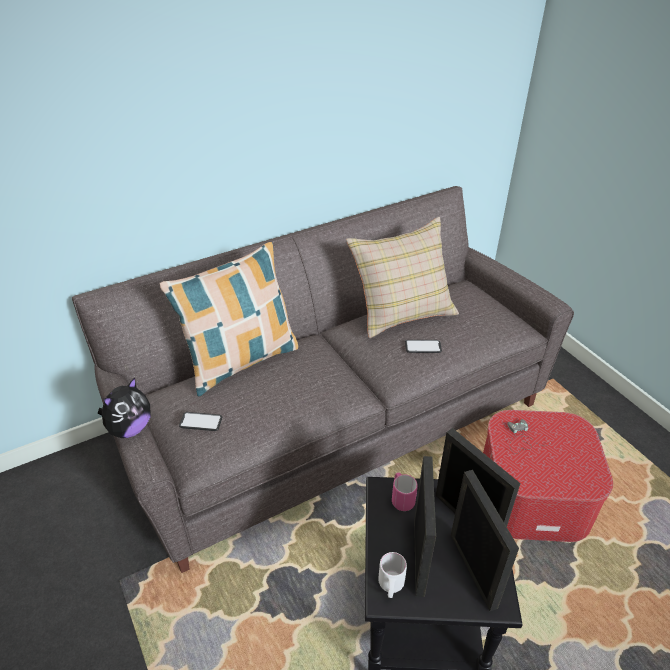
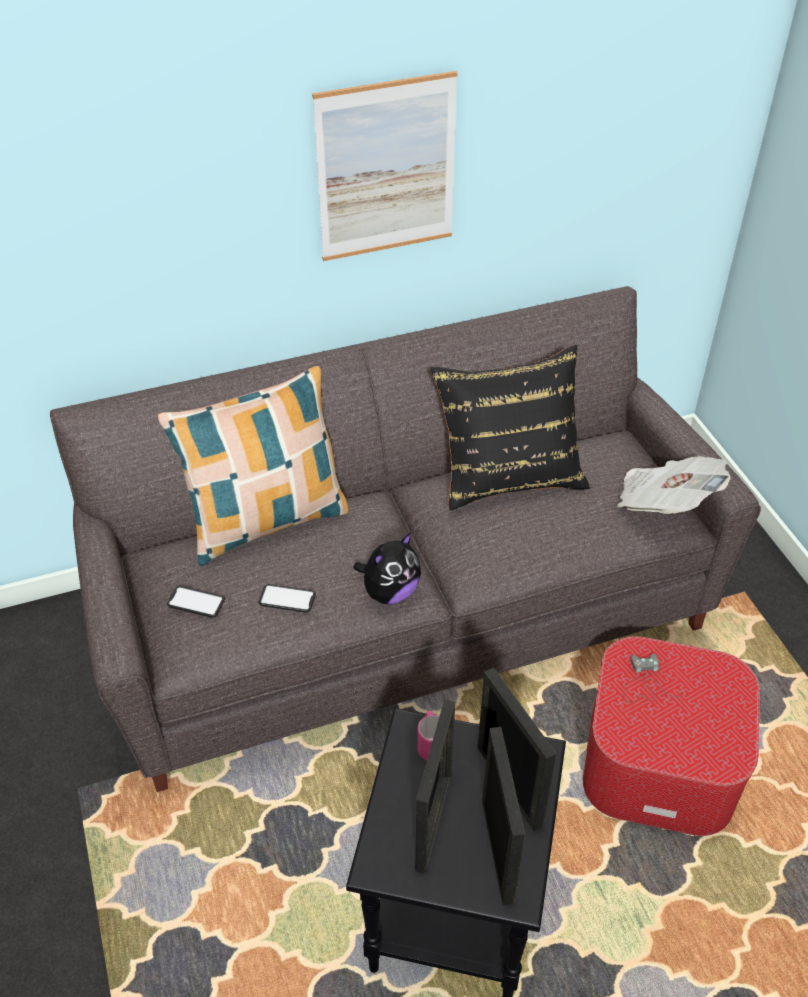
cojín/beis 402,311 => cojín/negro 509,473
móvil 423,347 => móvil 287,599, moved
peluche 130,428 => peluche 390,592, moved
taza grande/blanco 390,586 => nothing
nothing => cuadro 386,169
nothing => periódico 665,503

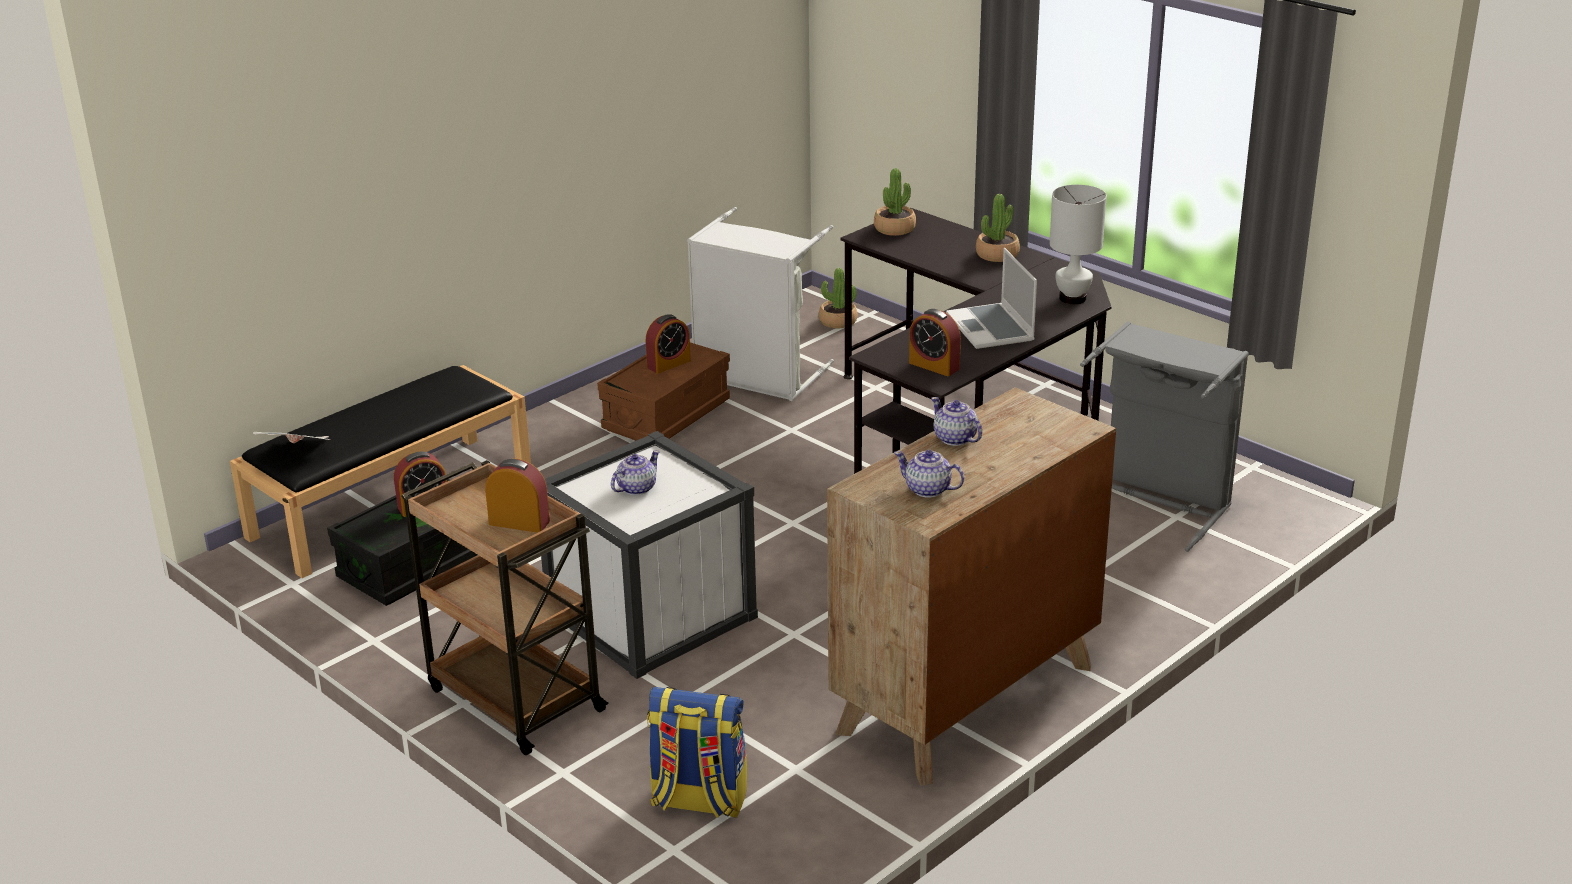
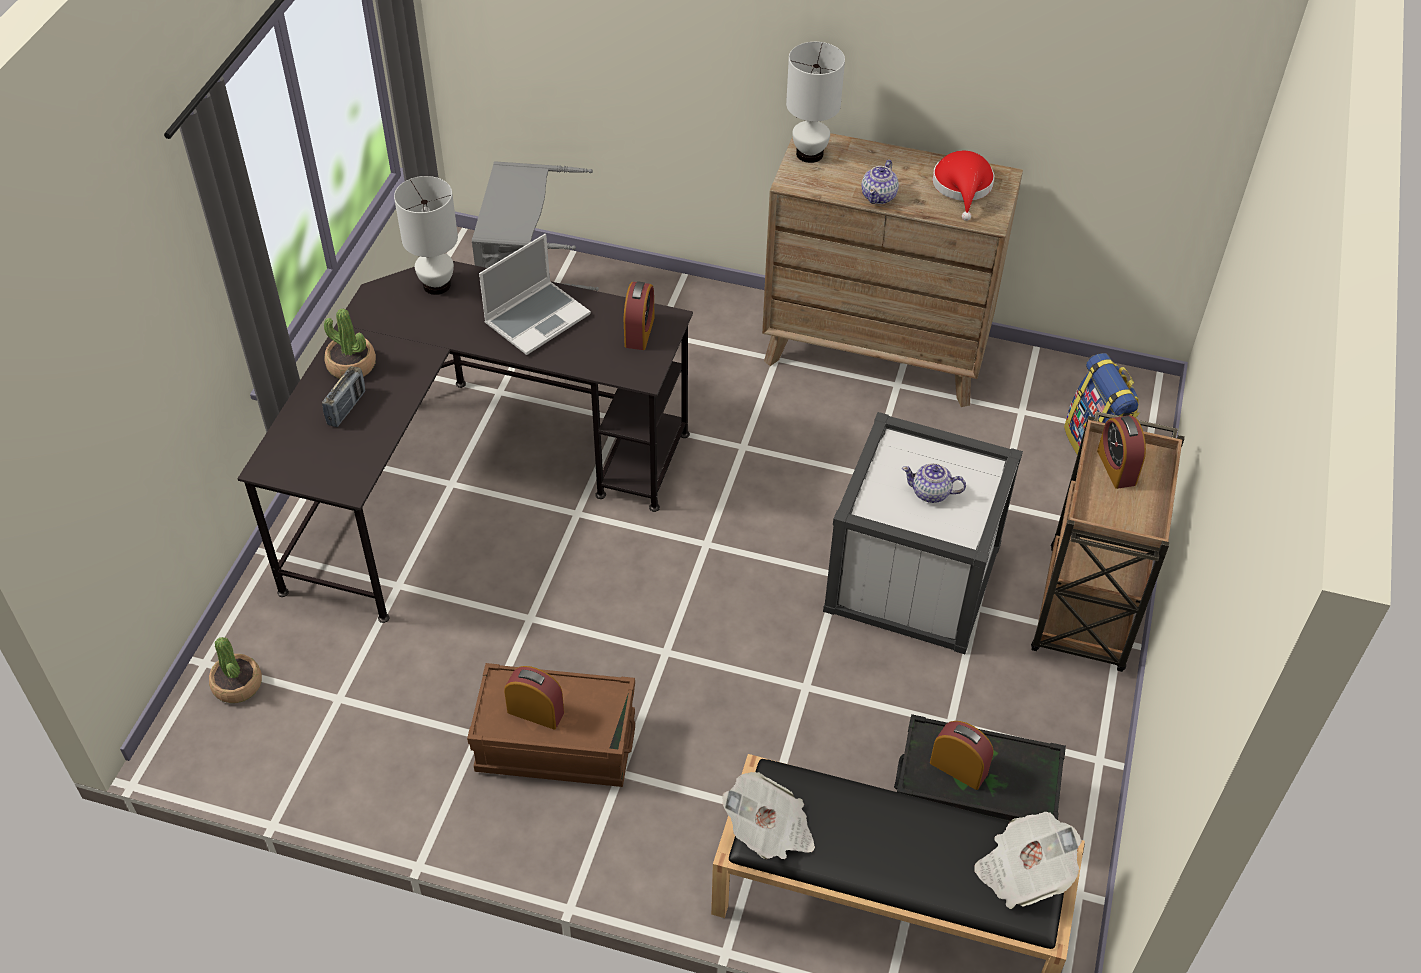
planta en maceta 894,229 => nothing
cesto de la ropa/gris 757,377 => nothing
tetera 928,490 => sombrero/rojo 963,187
nothing => lámpara de mesa/blanco 809,154
nothing => radio 346,408
nothing => periódico 769,831

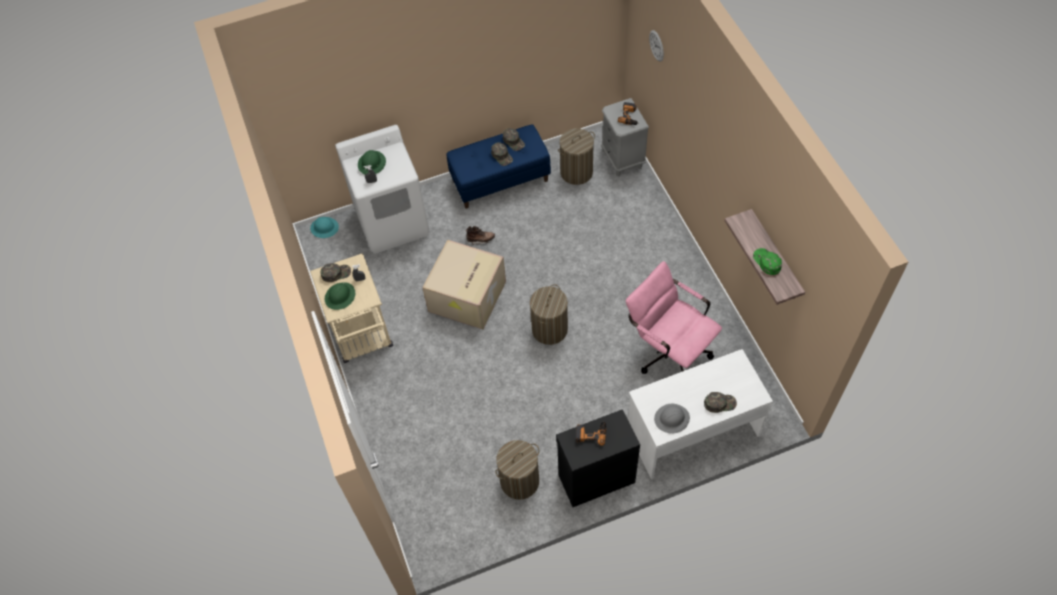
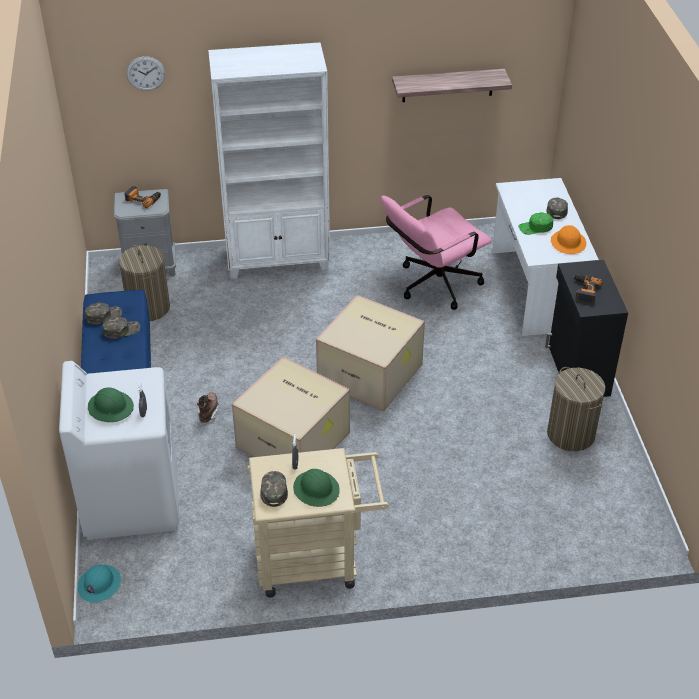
gorra/verde 766,262 => gorra/verde 535,227, moved
cesto de la ropa 549,329 => caja de cartón 371,372
casco/gris 672,419 => casco/naranja 568,243
nothing => estantería/blanco 278,260

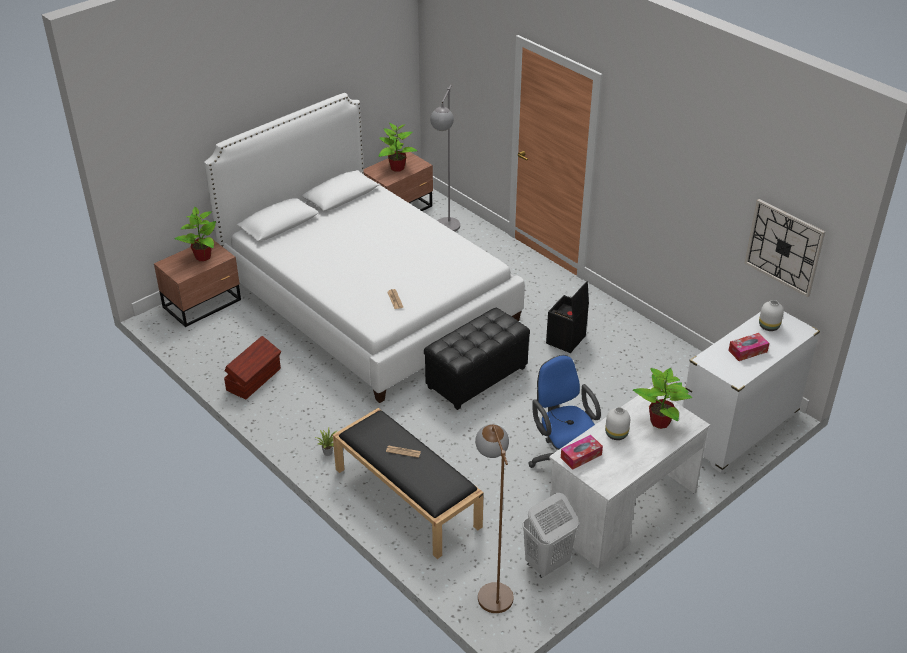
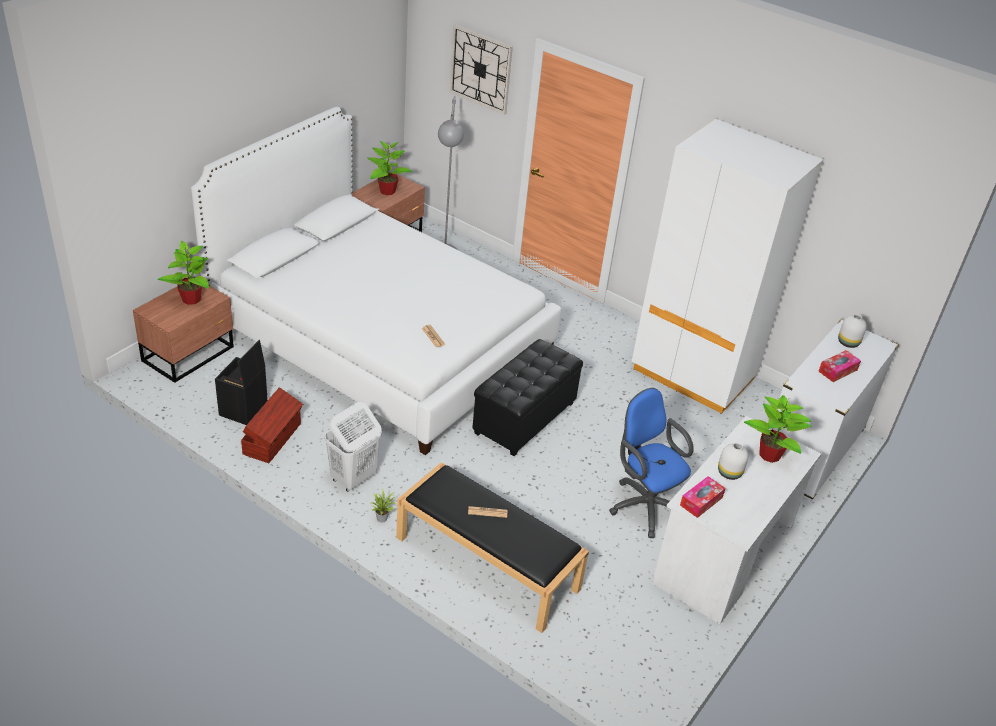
reloj de pared 784,247 => reloj de pared 481,69, moved
caja de almacenaje/negro 566,340 => caja de almacenaje/negro 243,410, moved
lámpara de pie/marrón 492,588 => nothing
cesto de la ropa/blanco 547,563 => cesto de la ropa/blanco 353,478, moved
nothing => armario ropero/blanco 693,374

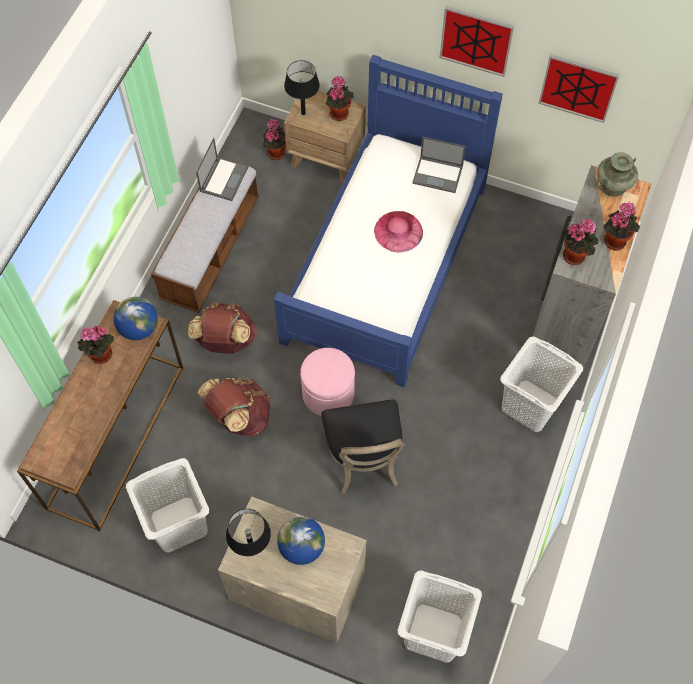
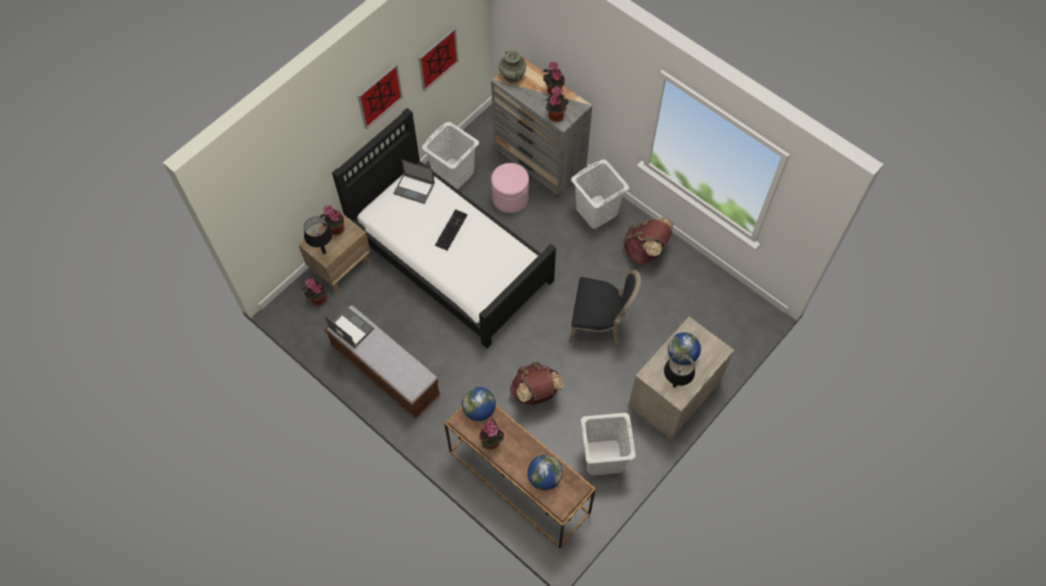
cama/azul 386,262 => cama/negro 450,257
portátil 438,174 => portátil 414,188, 75 degrees clockwise
sombrero/rosa 398,231 => teclado 450,229
mochila/marrón 225,341 => mochila/marrón 645,250, moved
puf/rosa 328,393 => puf/rosa 510,198, moved
cesto de la ropa/blanco 434,632 => cesto de la ropa/blanco 453,174, moved
nothing => globo terráqueo 544,478

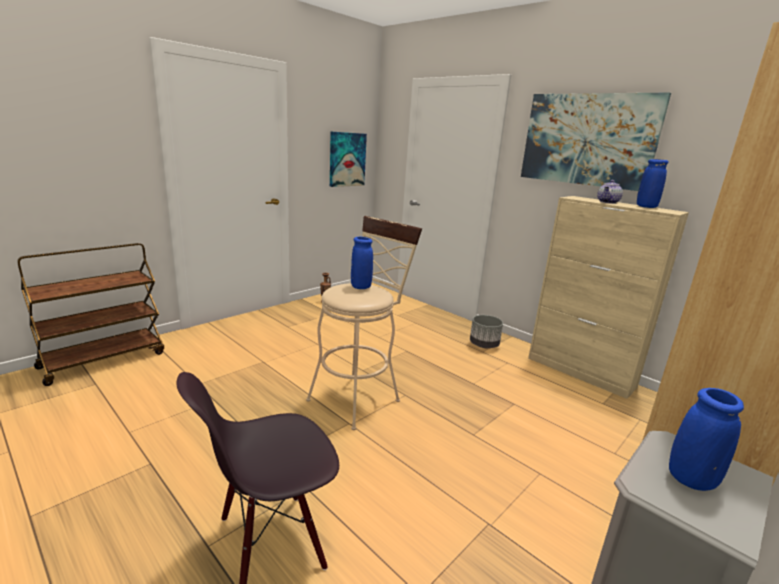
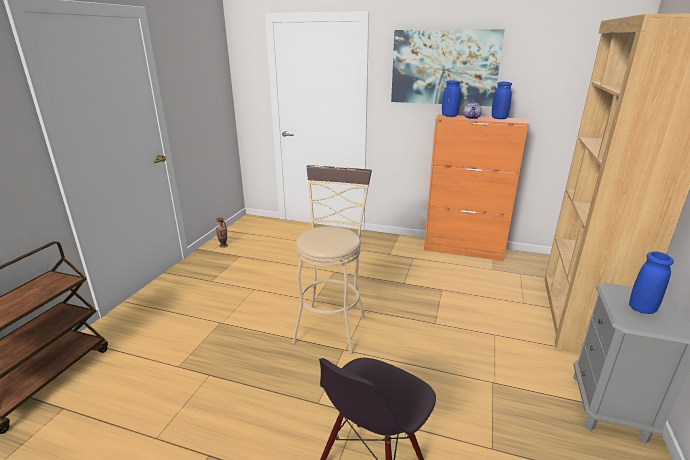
cuadro 347,159 => nothing
armario/beis 580,372 => armario/naranja 463,250
florero/azul 361,287 => florero/azul 449,116, moved
maceta/gris 484,345 => nothing

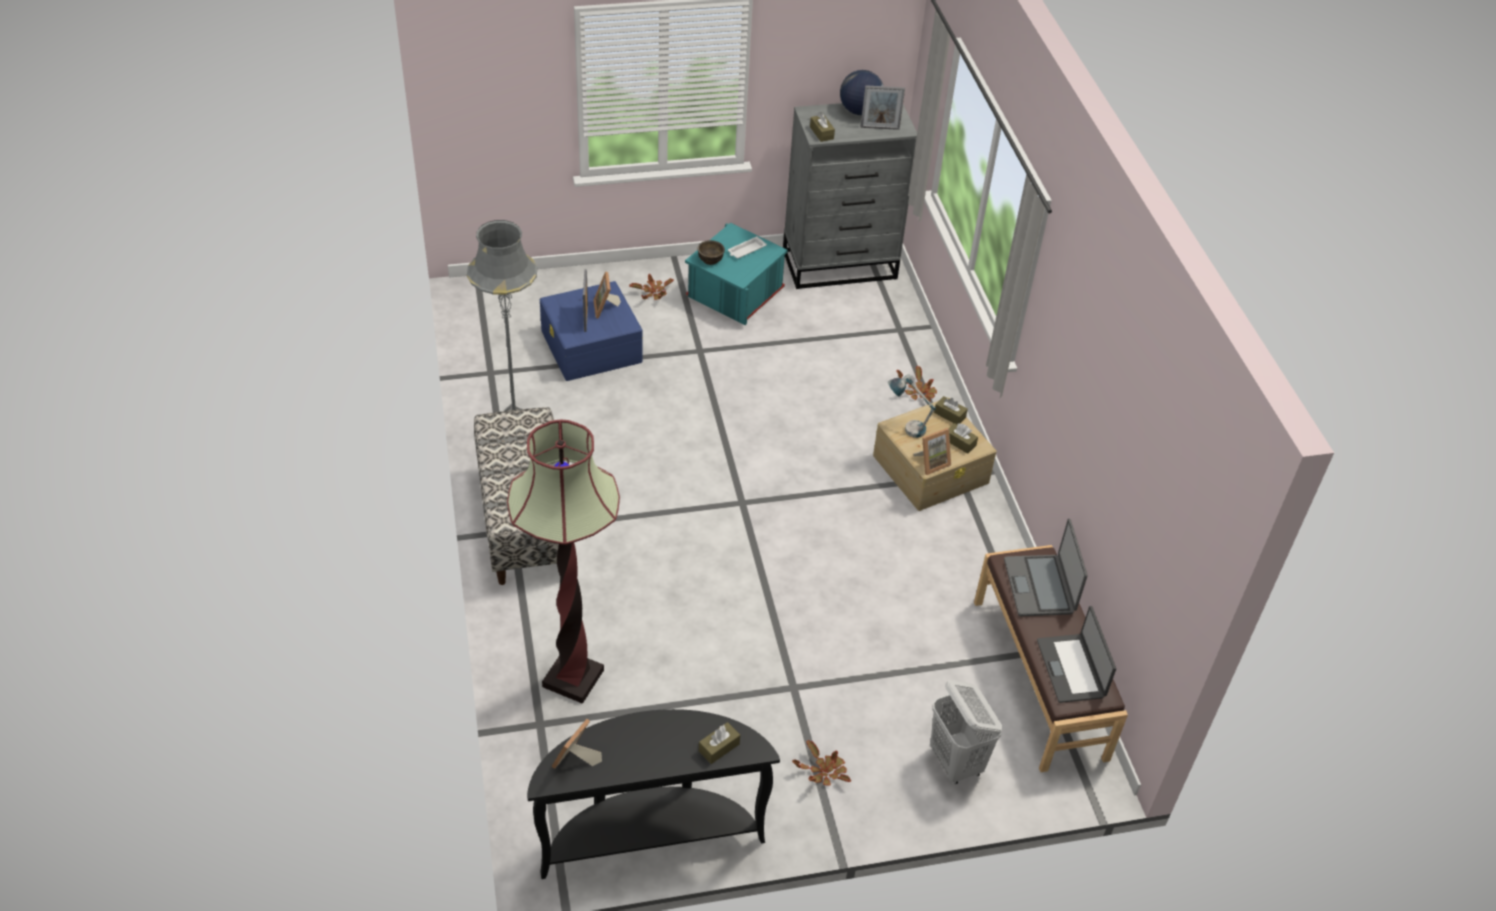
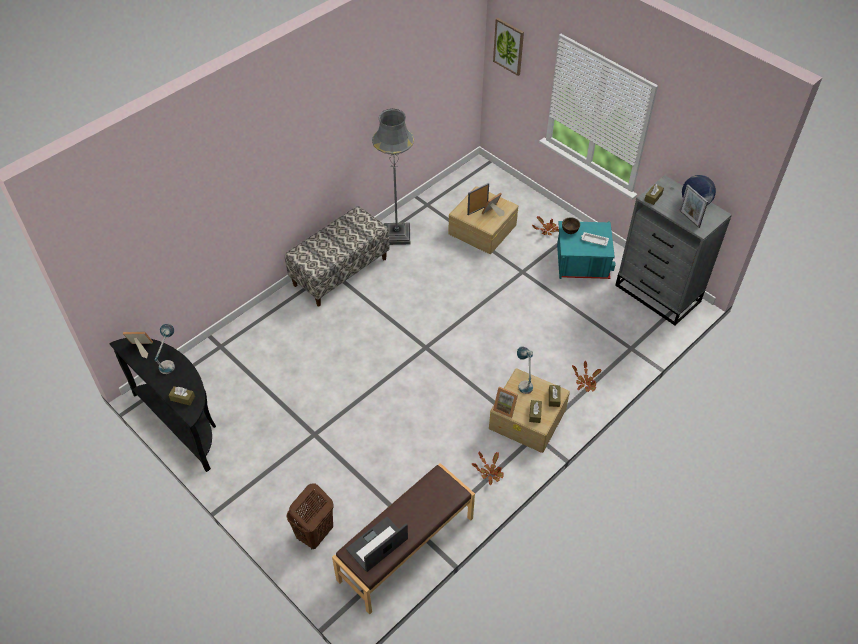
caja de almacenaje/azul 591,347 => caja de almacenaje/beis 482,229
lámpara de pie 573,678 => nothing
portátil 1040,586 => nothing
cesto de la ropa/blanco 956,763 => cesto de la ropa/marrón 314,534
planta en maceta 823,772 => planta en maceta 490,472, moved
nothing => cuadro 509,46
nothing => lámpara de mesa 170,362

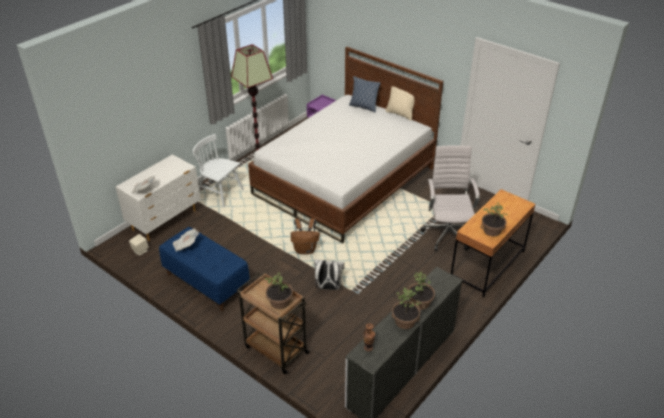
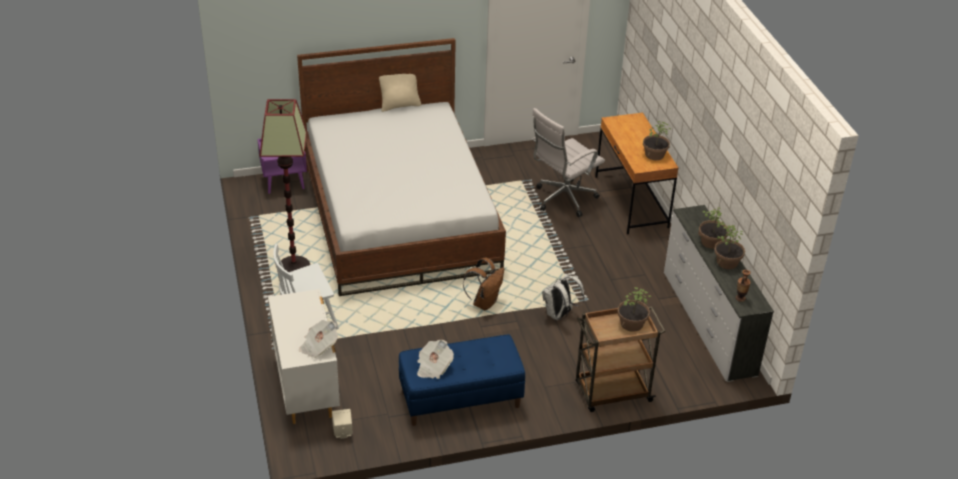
cojín 363,107 => nothing
silla de oficina/blanco 447,234 => silla de oficina/blanco 562,199, 75 degrees counterclockwise

